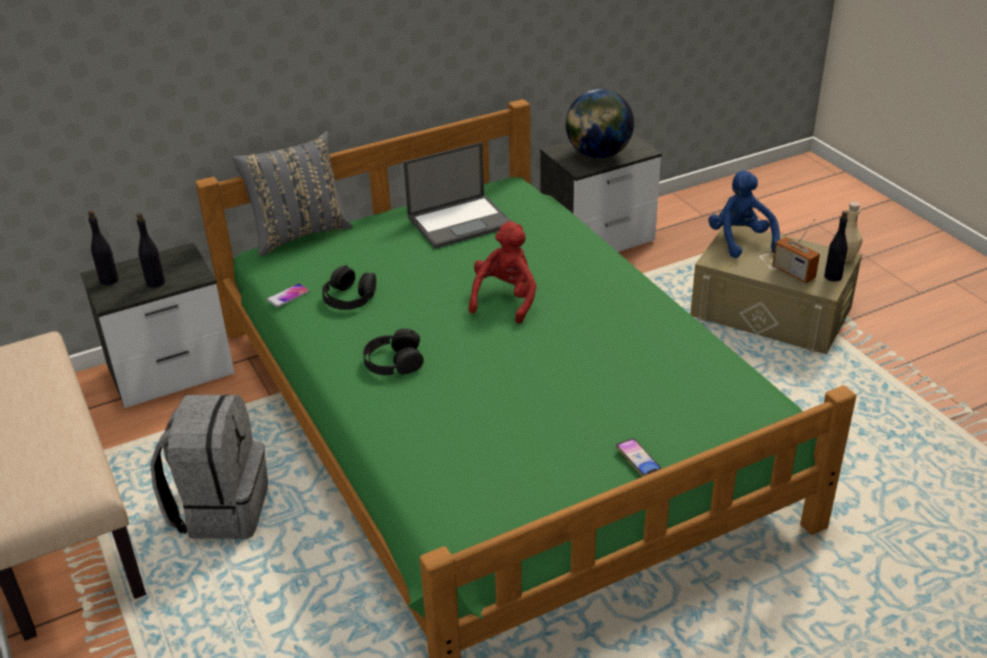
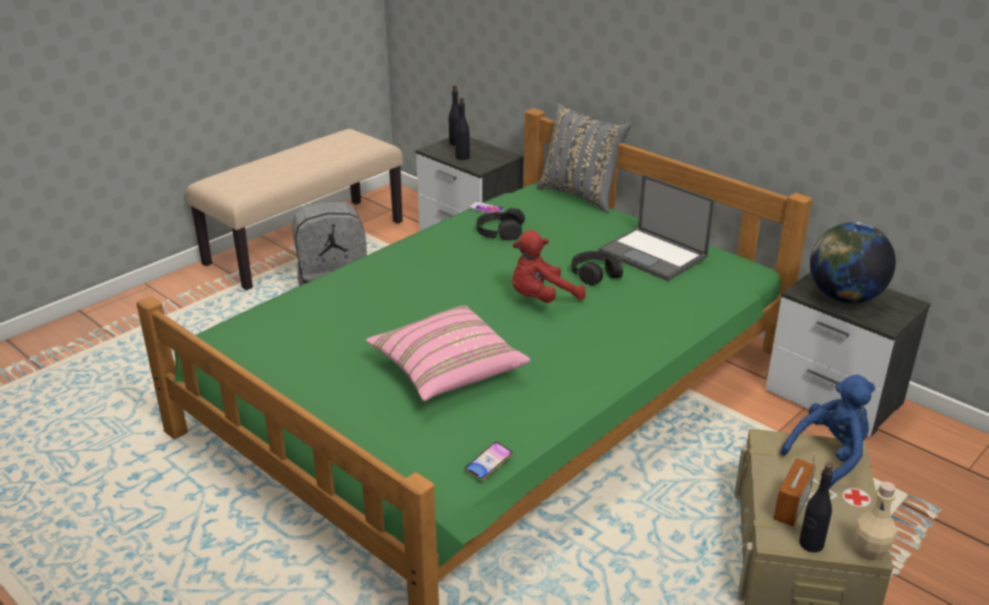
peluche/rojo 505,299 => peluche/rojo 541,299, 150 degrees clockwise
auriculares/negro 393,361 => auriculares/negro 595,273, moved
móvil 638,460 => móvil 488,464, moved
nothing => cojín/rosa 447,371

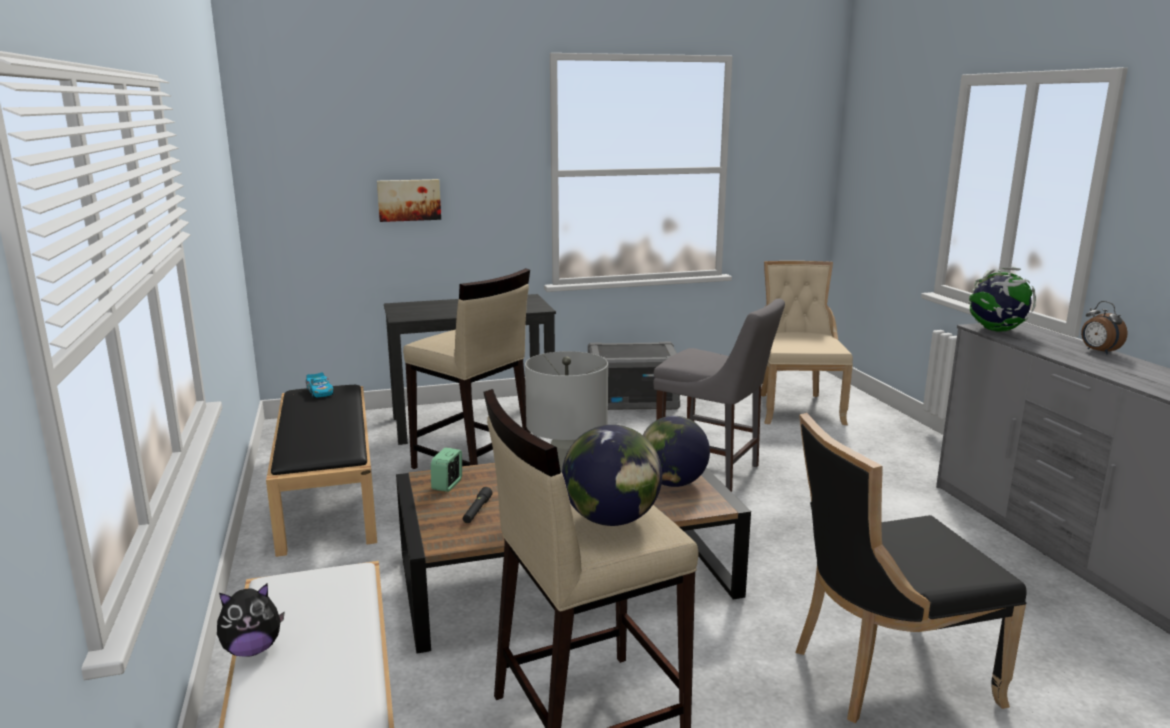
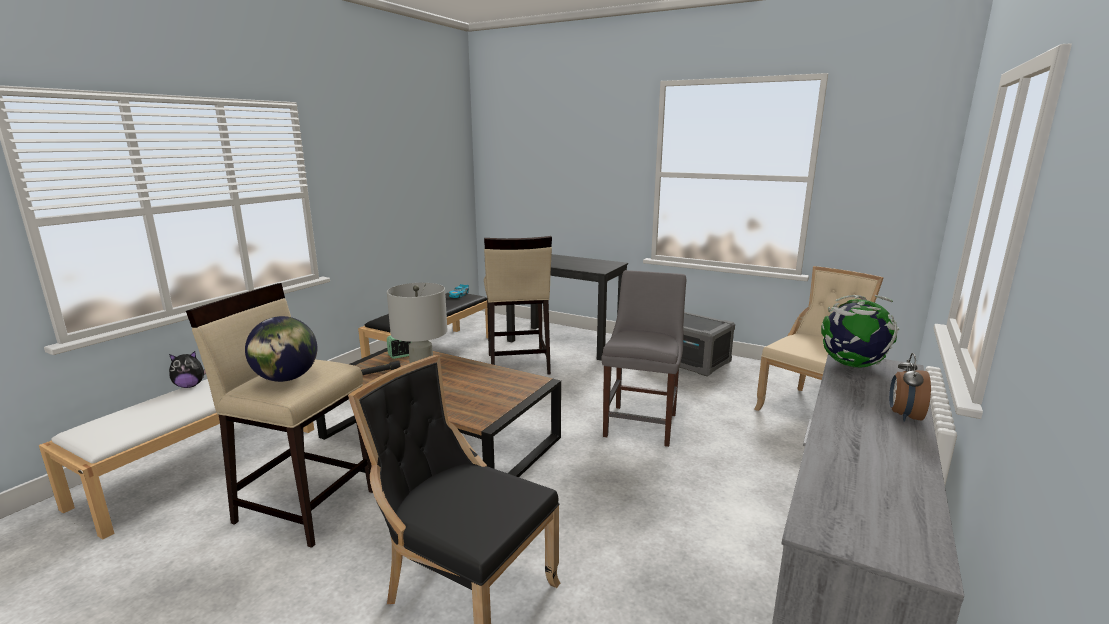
cuadro 409,200 => nothing
silla/gris 712,471 => silla/gris 642,423, 150 degrees counterclockwise
globo terráqueo 672,483 => nothing
peluche 252,649 => peluche 190,386, 45 degrees counterclockwise

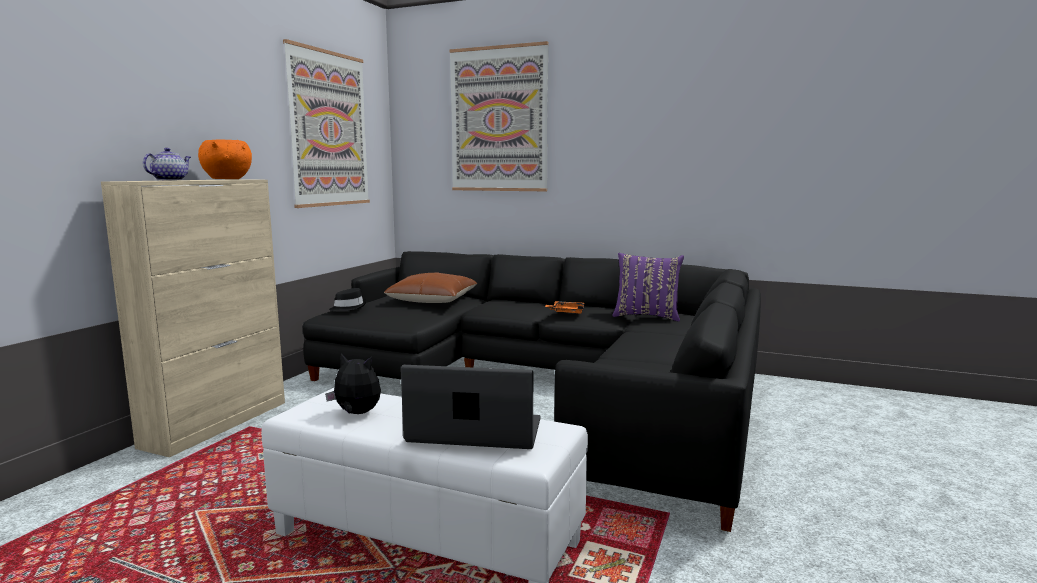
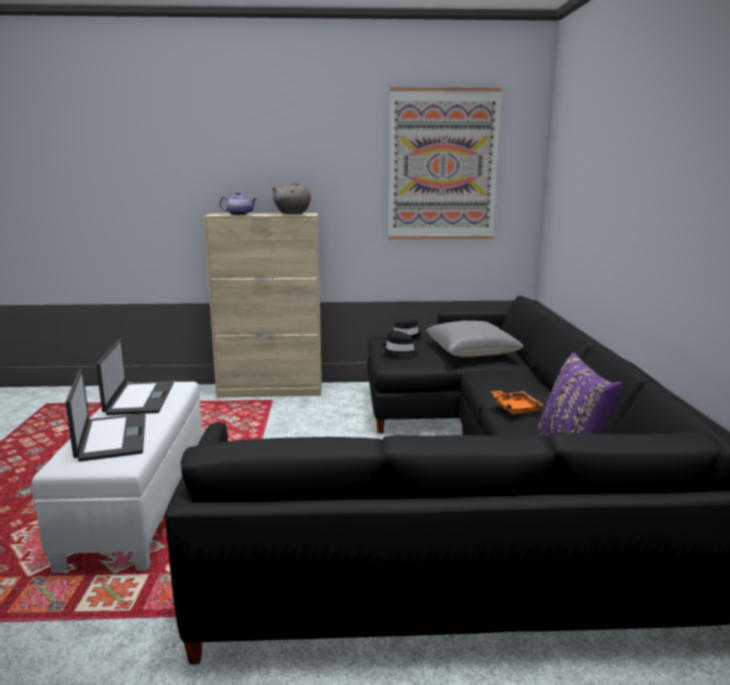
cuadro 498,120 => nothing
cuenco/naranja 228,179 => cuenco/gris 292,214
cojín/marrón 432,300 => cojín/gris 471,351
peluche 356,414 => portátil 139,399
nothing => sombrero/negro 400,351

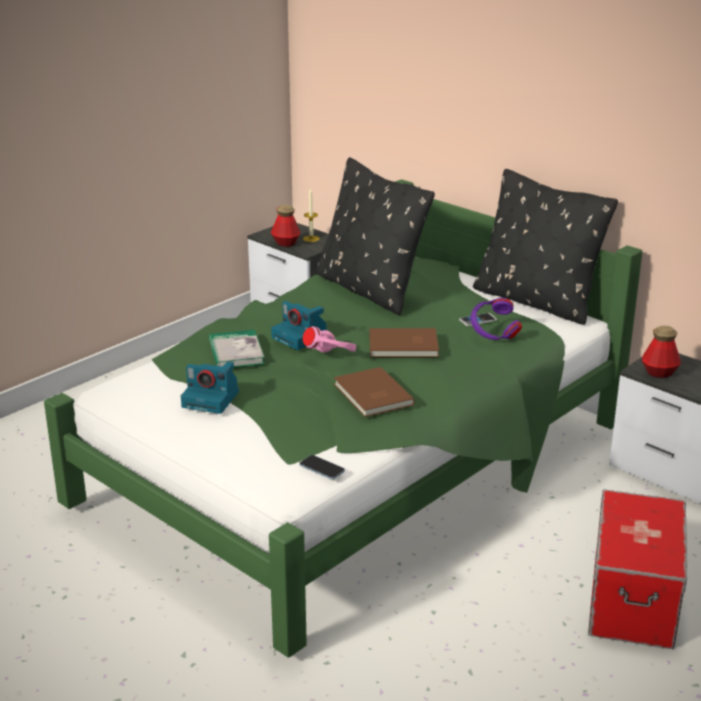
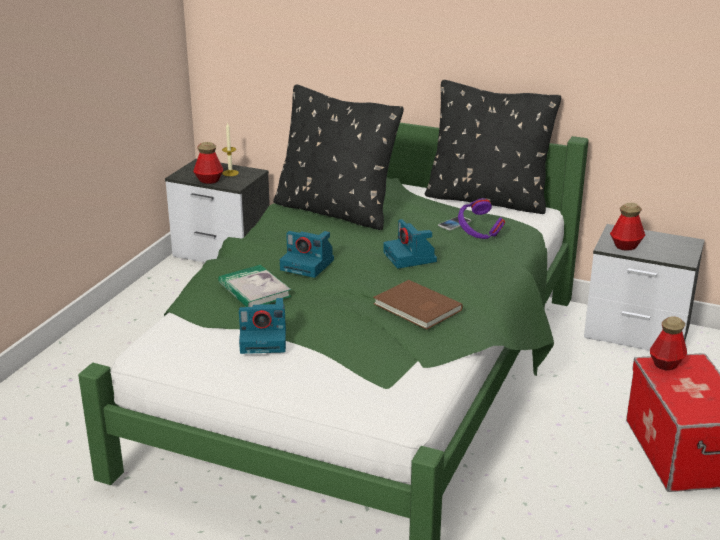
auriculares/rosa 331,358 => nothing
libro/marrón 404,346 => cámara 410,257
móvil 322,468 => nothing
nothing => botella 666,364

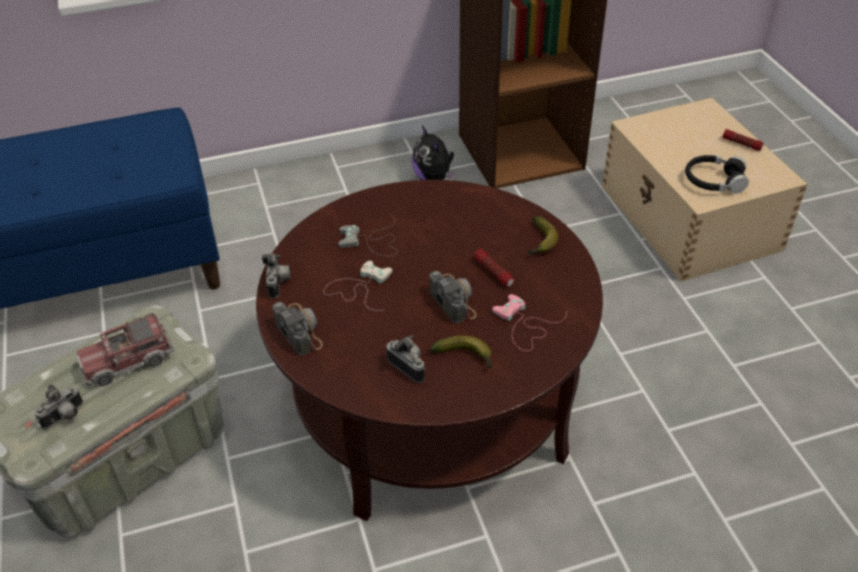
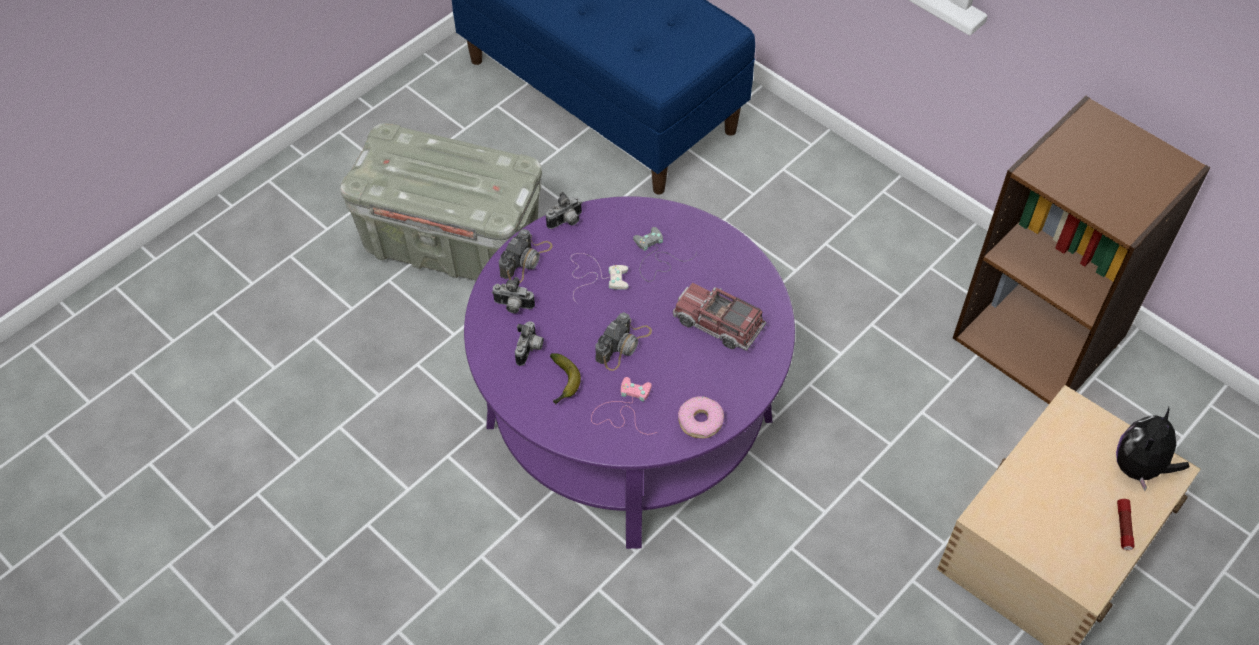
peluche 434,179 => peluche 1140,468, moved
auriculares/negro 714,181 => nothing
mesa de centro/marrón 431,404 => mesa de centro/morado 629,418
plátano 540,242 => nothing
linterna 493,272 => nothing
camión de juguete 128,360 => camión de juguete 718,324, moved
cámara 65,417 => cámara 513,306, moved
nothing => rosquilla 700,421

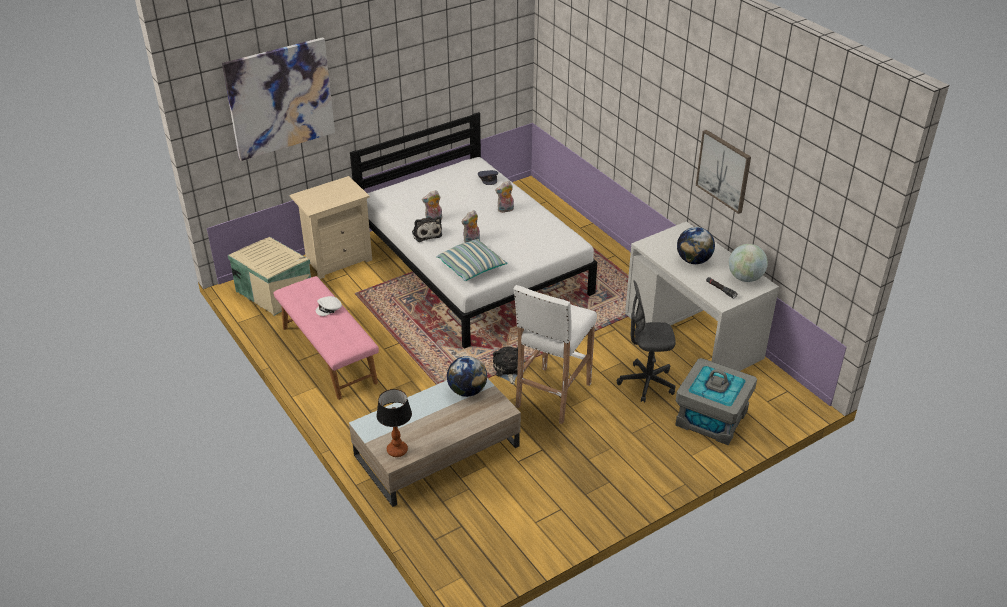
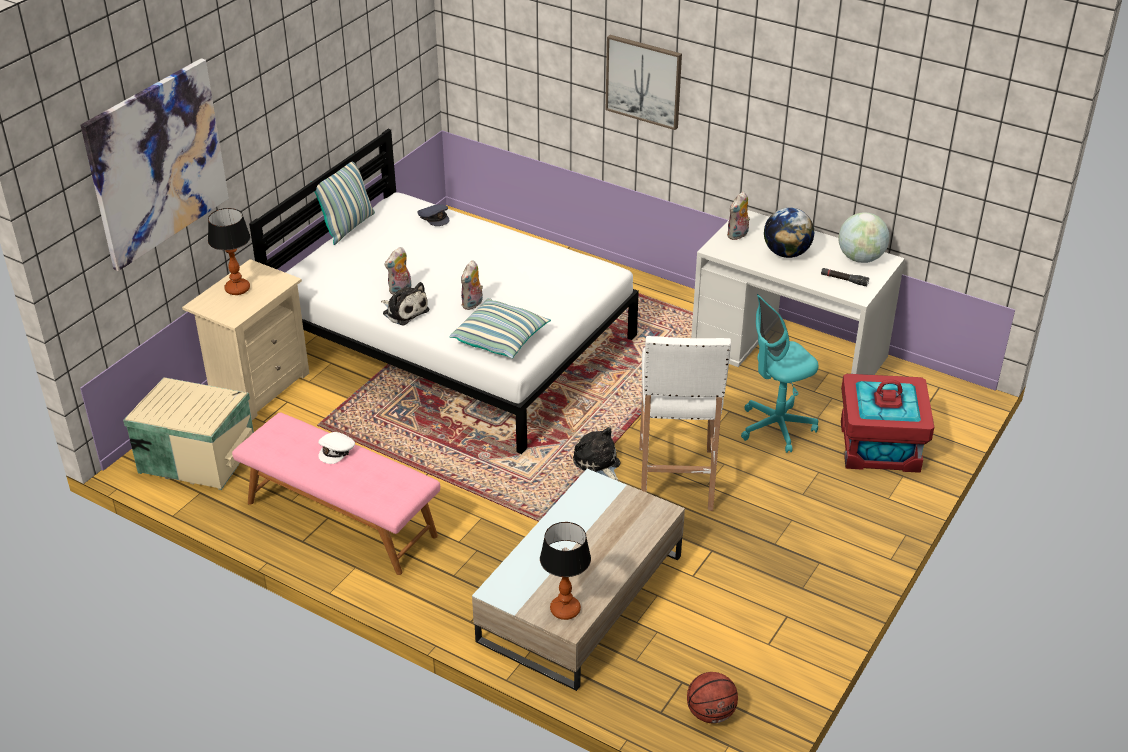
cuadro 724,170 => cuadro 644,81, moved
peluche 505,210 => peluche 738,235, moved
silla de oficina/gris 646,383 => silla de oficina/turquesa 776,427
globo terráqueo 467,391 => nothing
caja de almacenaje/gris 711,418 => caja de almacenaje/rojo 879,446
nothing => cojín 347,227
nothing => lámpara de mesa 237,289
nothing => balón de baloncesto 711,713

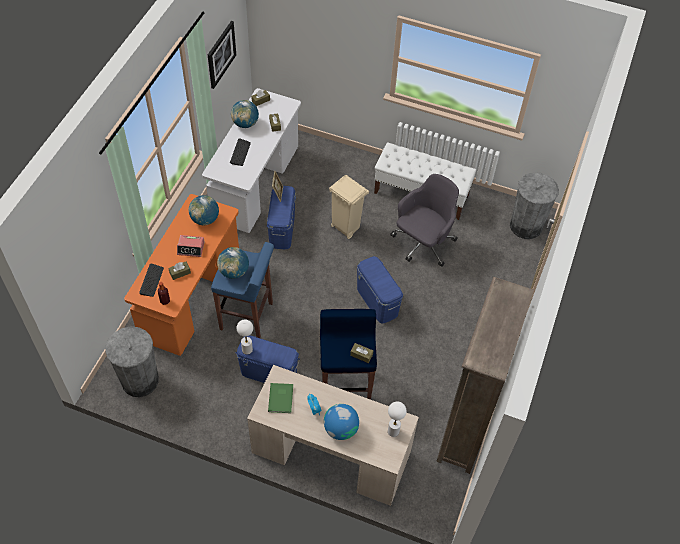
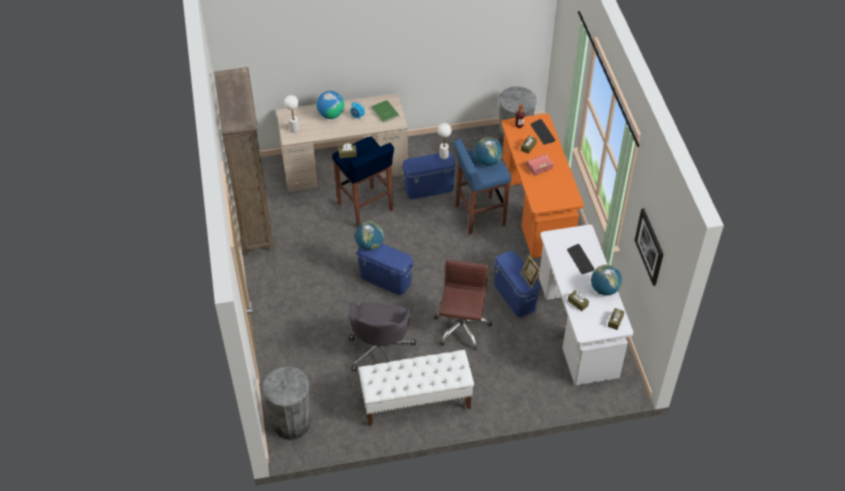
papelera/beis 345,228 => silla de oficina/marrón 461,328
globo terráqueo 205,219 => globo terráqueo 369,245, moved

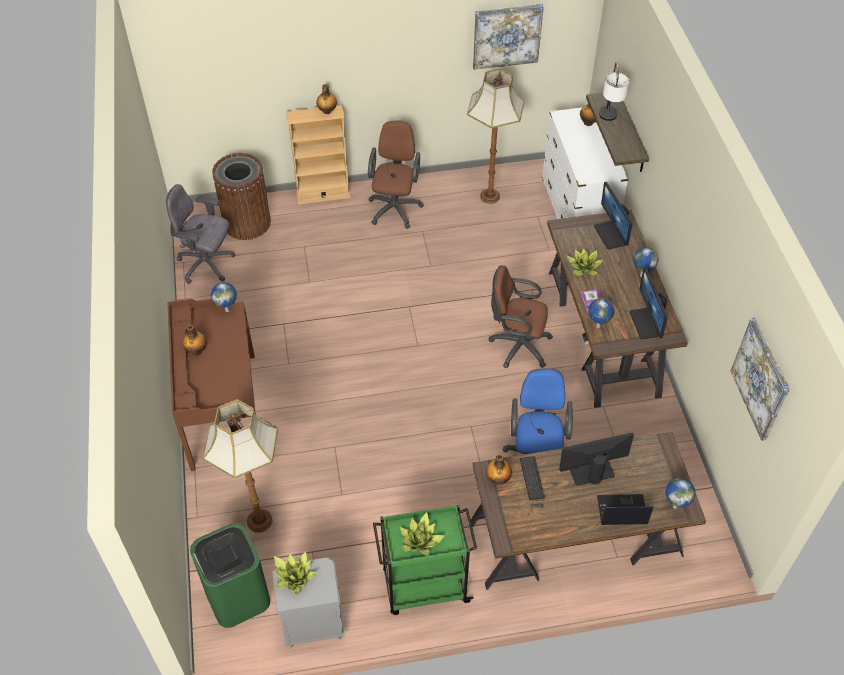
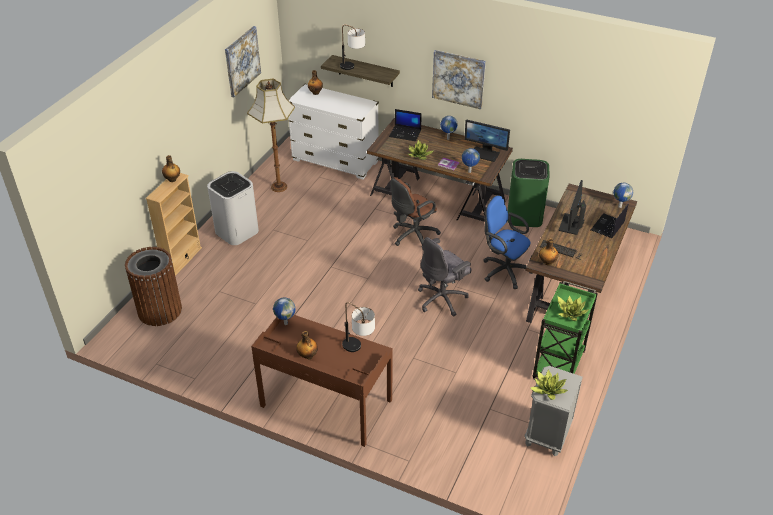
silla de oficina/marrón 395,207 => papelera/blanco 237,231
monitor 611,235 => portátil 405,133
silla de oficina/gris 207,265 => silla de oficina/gris 442,299, moved
cuadro 760,379 => cuadro 458,79, moved
lámpara de pie 260,520 => nothing
papelera/verde 237,597 => papelera/verde 525,216, moved
nothing => lámpara de mesa 358,350

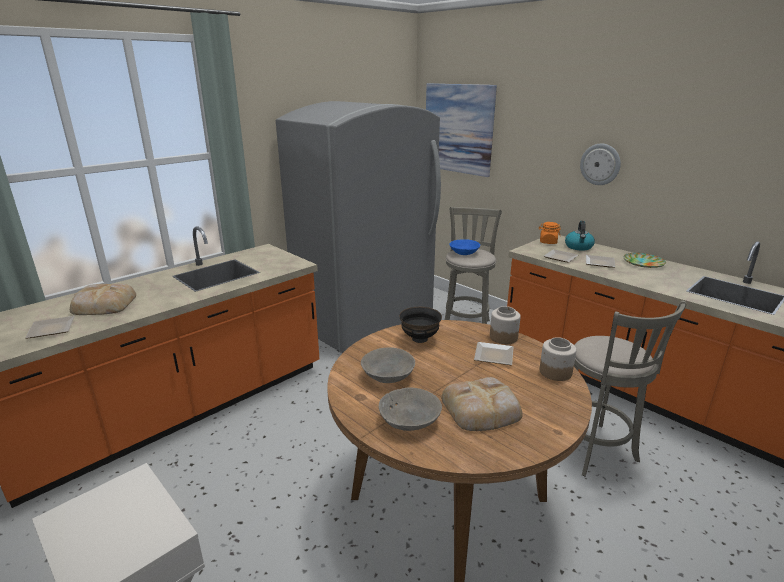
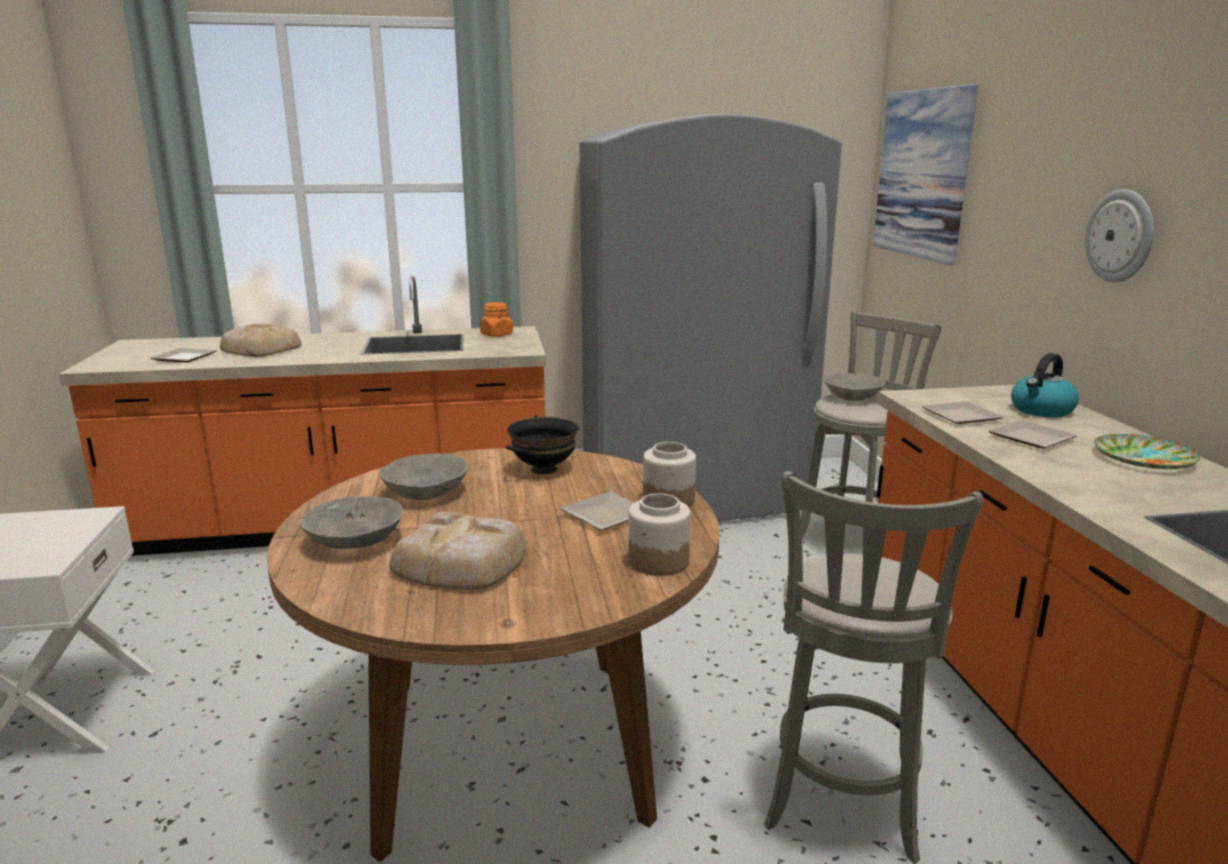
tarro/naranja 548,242 => tarro/naranja 496,335, moved
cuenco/azul 464,252 => cuenco/gris 853,397

